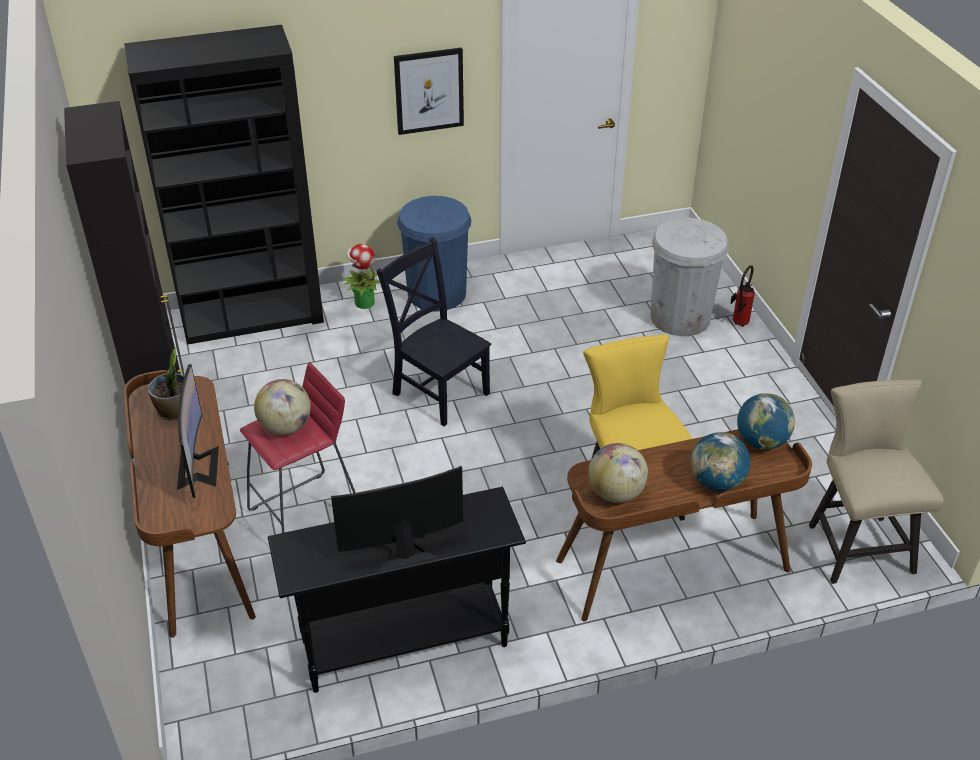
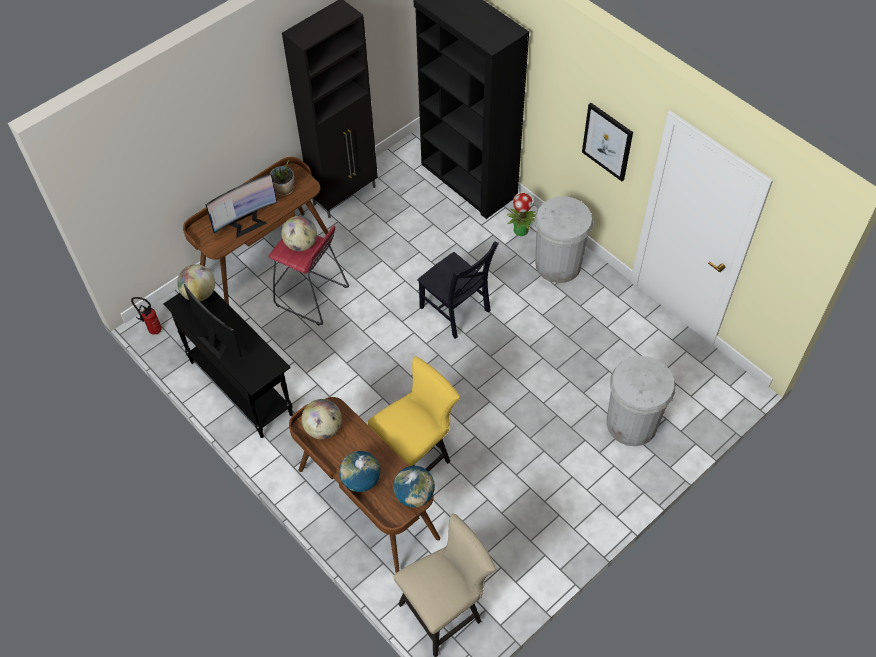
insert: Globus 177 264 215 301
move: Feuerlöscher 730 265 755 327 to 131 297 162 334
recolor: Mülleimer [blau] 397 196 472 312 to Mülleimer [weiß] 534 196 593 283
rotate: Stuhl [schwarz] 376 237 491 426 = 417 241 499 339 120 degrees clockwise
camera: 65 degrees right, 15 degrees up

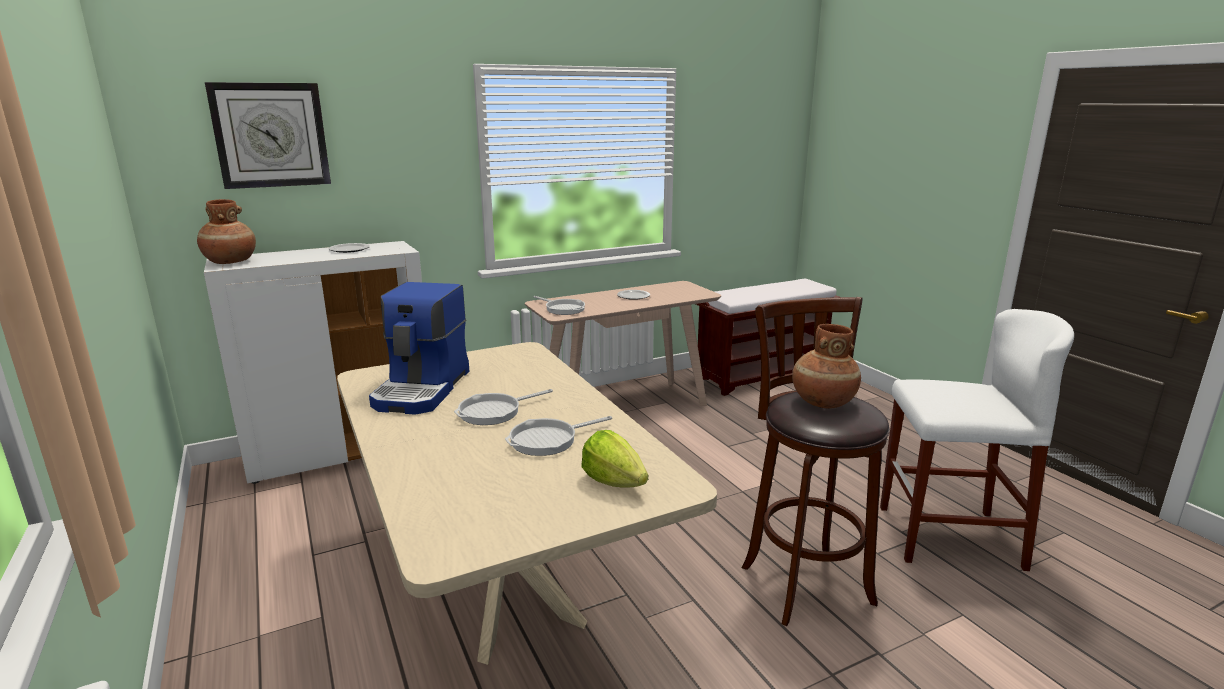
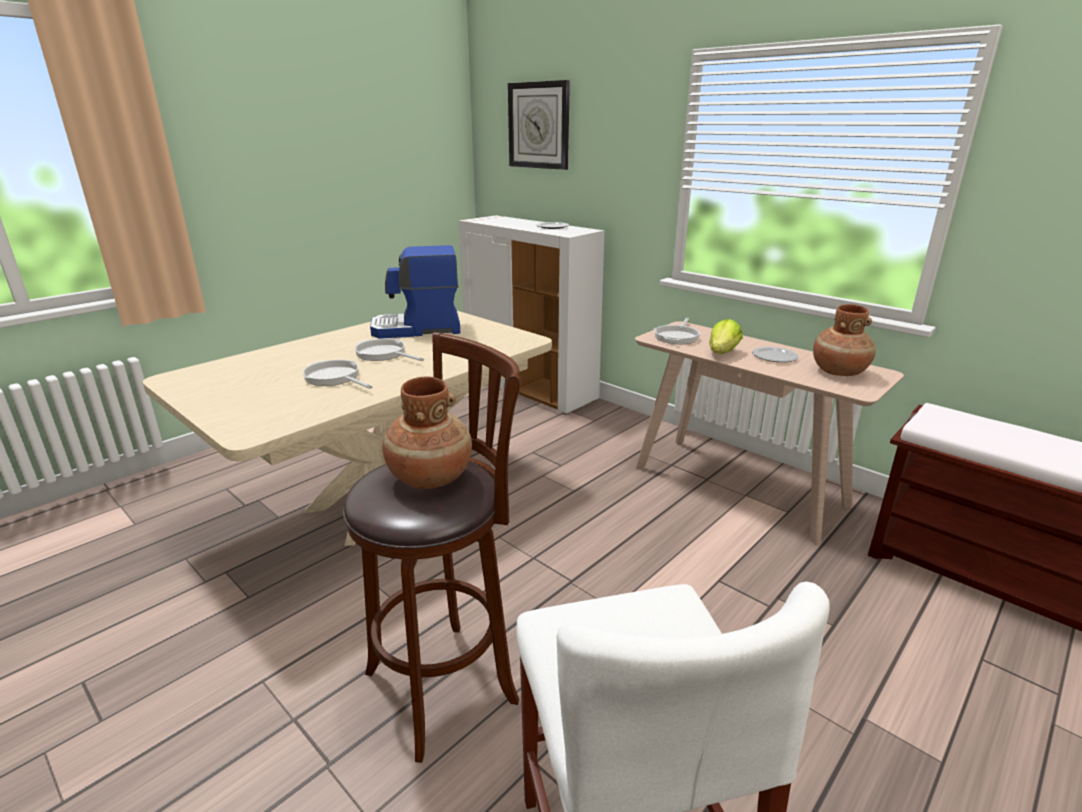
move: Vase [braun] 197 199 256 264 to 813 304 876 376; Salatkopf 581 430 648 488 to 709 319 743 354
camera: 70 degrees right, 5 degrees up

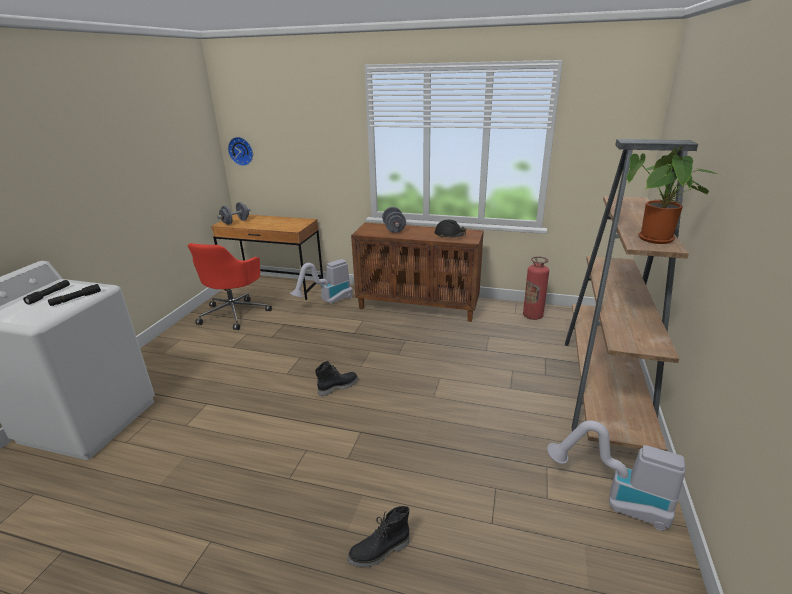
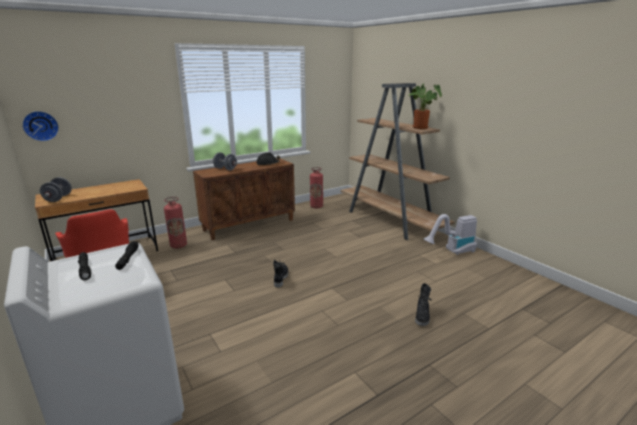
replace: Staubsauger 290 259 353 304 to Feuerlöscher 164 197 187 249
camera: 50 degrees left, 5 degrees down

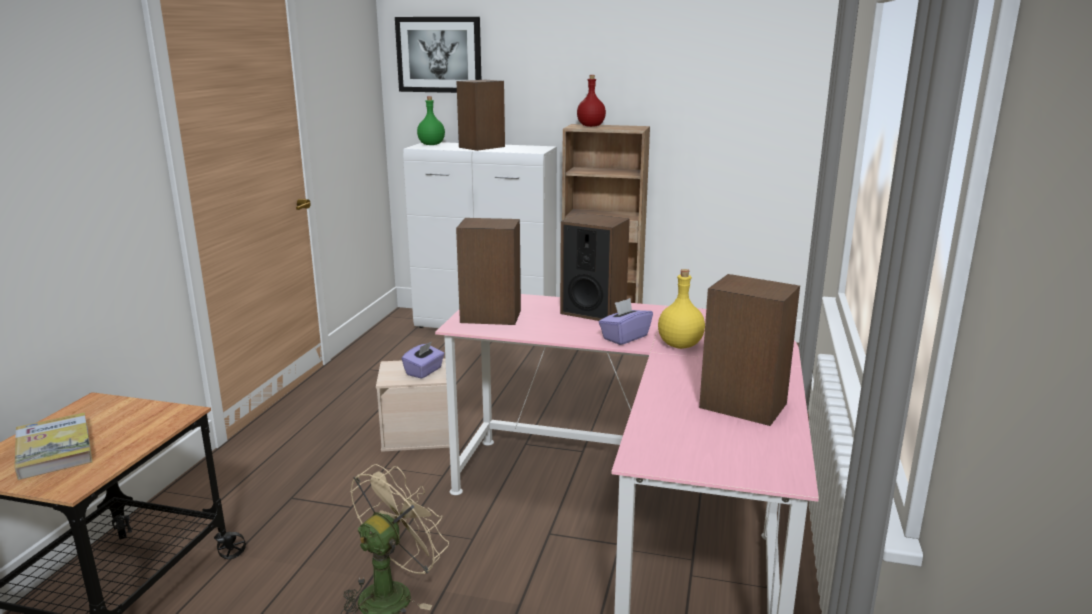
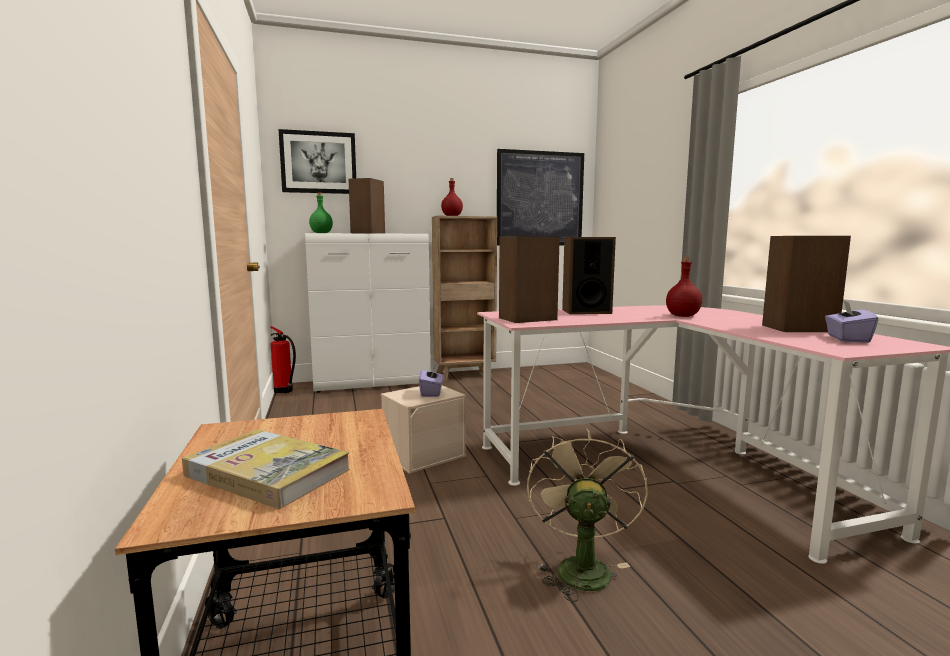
insert: Bild 497 149 584 246; Feuerlöscher 270 326 296 393
move: Taschentuchbox [lila] 599 298 653 345 to 825 300 878 343
recolor: Flasche [gelb] 658 269 705 349 to Flasche [rot] 666 257 702 317
camera: 30 degrees left, 10 degrees down

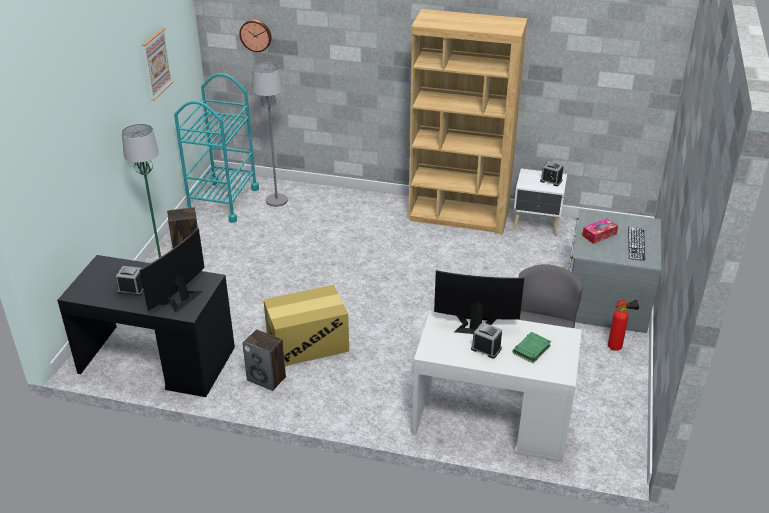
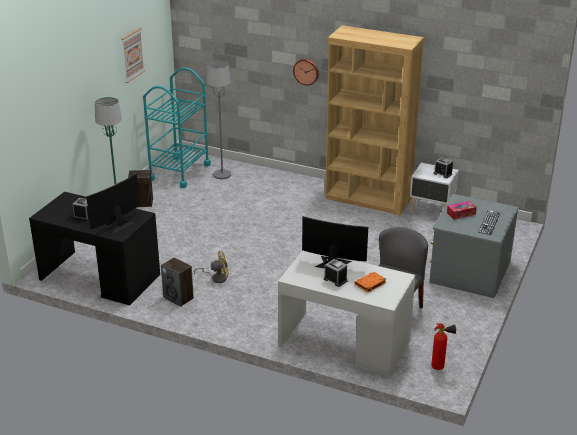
move: Wanduhr 239 20 272 52 to 293 59 319 85; Feuerlöscher 608 300 639 351 to 431 323 456 370
replace: Karton 263 285 349 366 to Ventilator [gelb] 194 251 229 283
recolor: Buch [grün] 512 332 551 363 to Buch [orange] 354 272 386 293
camera: 10 degrees right, 5 degrees down

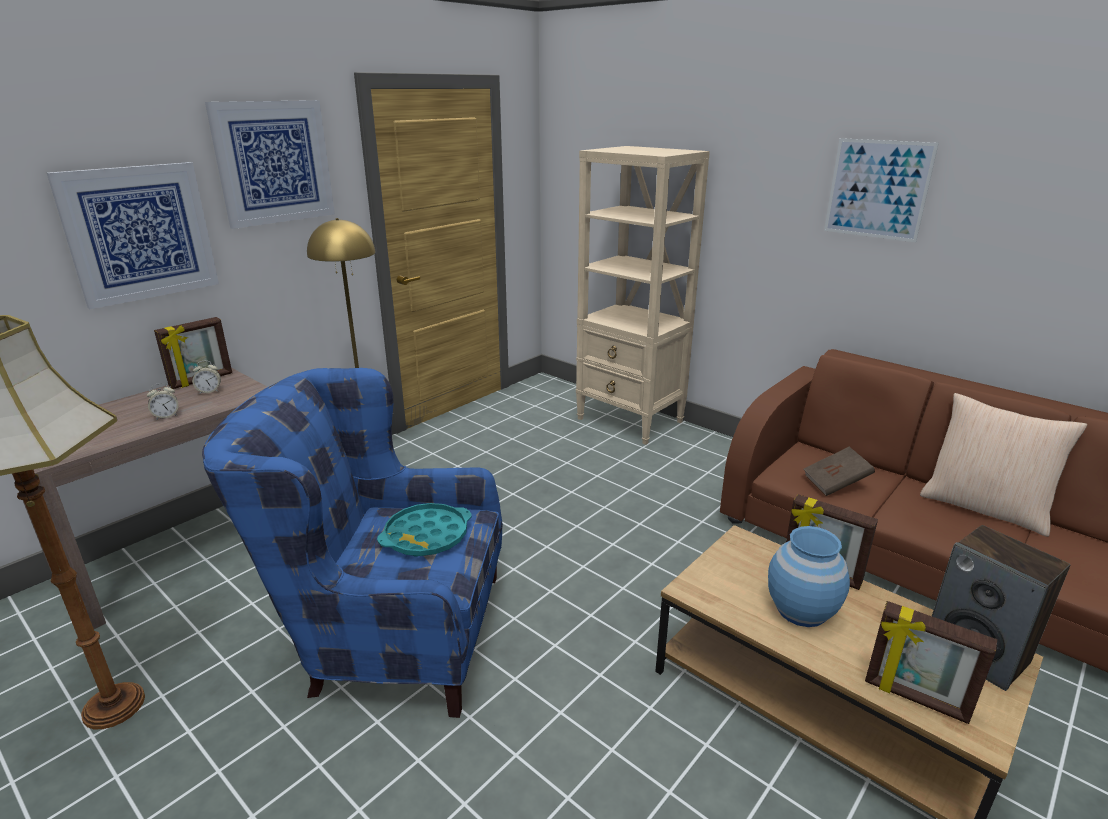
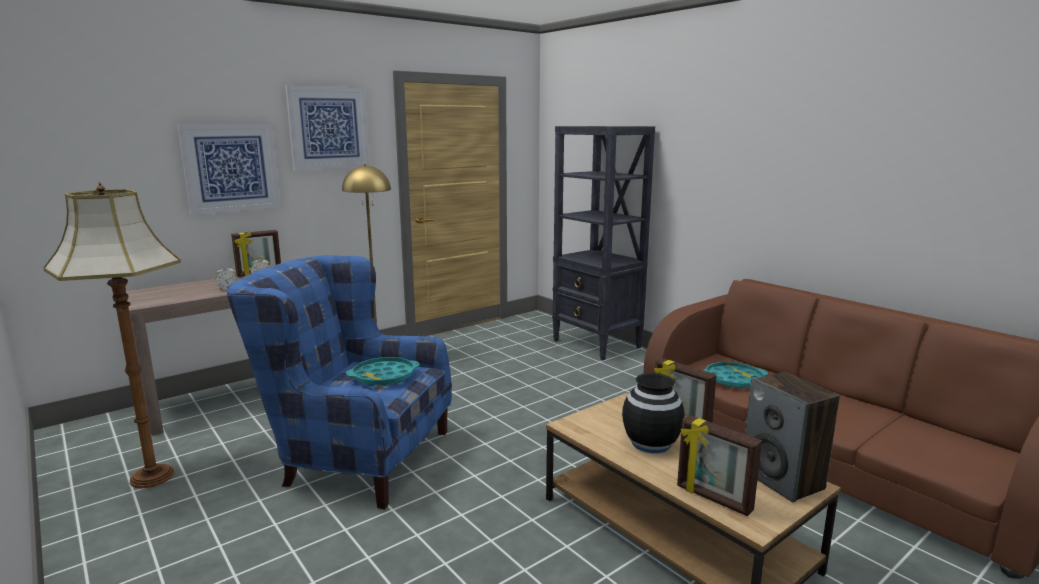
delete: Bild 824 138 939 242; Kissen [beige] 920 393 1087 537
replace: Buch [braun] 804 447 875 496 to Tablett [türkis] 703 362 768 388
recolor: Bücherregal [beige] 576 146 710 445 to Bücherregal [schwarz] 552 126 655 360; Vase [blau] 768 526 850 627 to Vase [schwarz] 622 373 685 453
camera: 10 degrees right, 10 degrees down

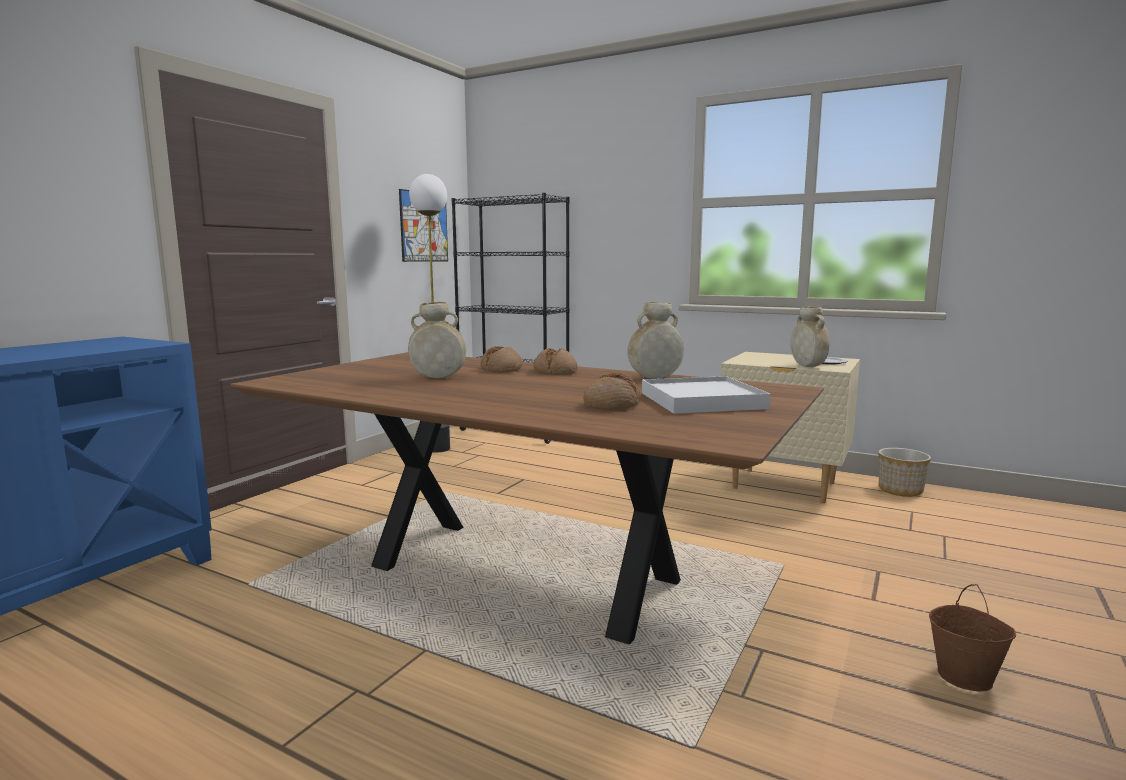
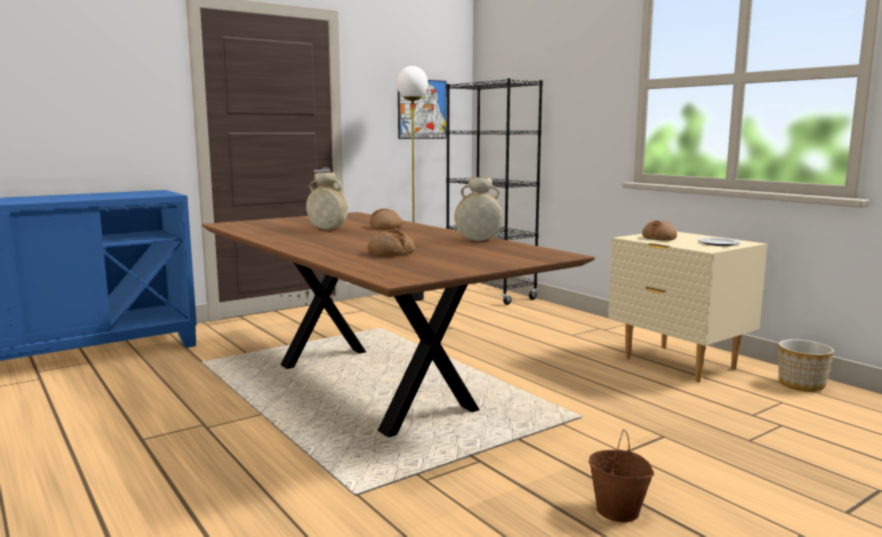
delete: Vase [beige] 790 307 829 367; Tablett [weiß] 642 376 771 414
move: Brot 533 348 578 375 to 642 220 677 241
camera: 25 degrees right, 0 degrees up

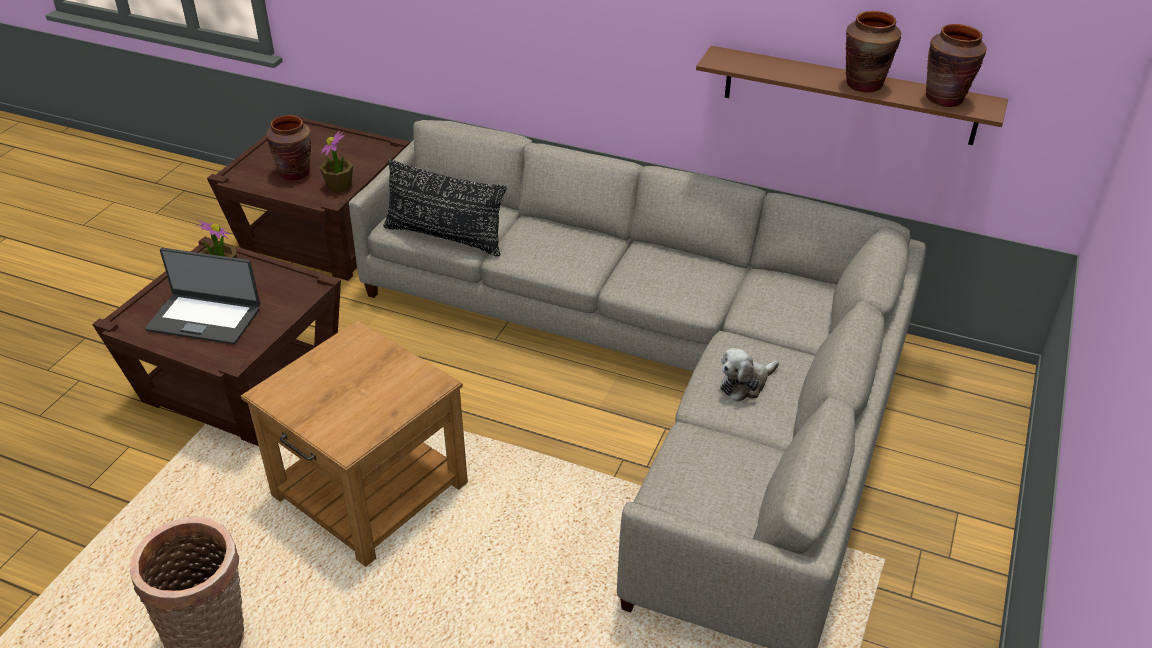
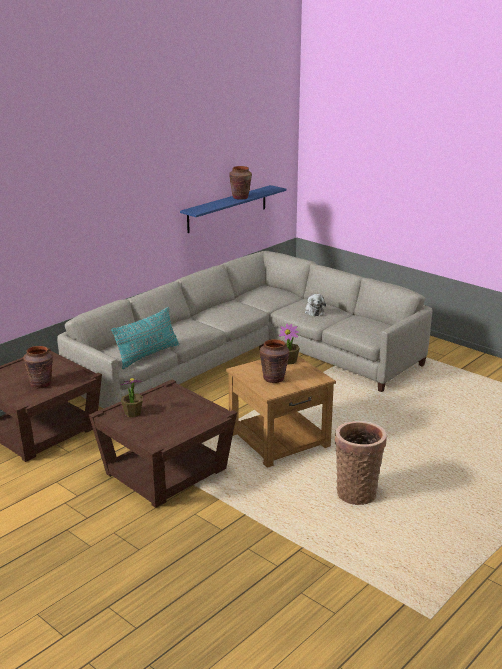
delete: Laptop 145 248 260 344
move: Vase [braun] 926 24 987 107 to 259 339 289 383; Topfpflanze 320 131 353 193 to 279 323 300 365
recolor: Wandregal [braun] 696 46 1008 145 to Wandregal [blau] 180 185 286 233; Kissen [schwarz] 383 159 507 257 to Kissen [türkis] 111 307 180 369
camera: 70 degrees left, 15 degrees down

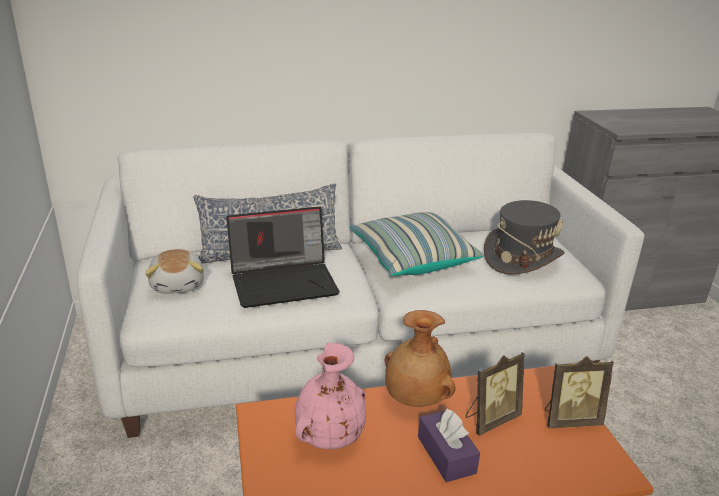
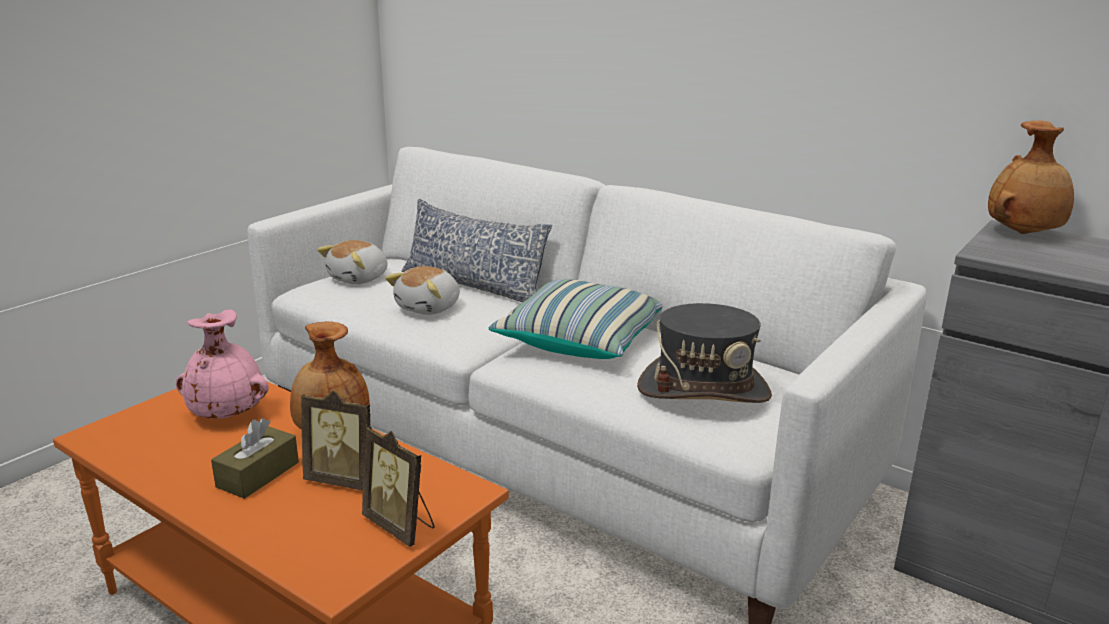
insert: Vase [braun] 988 120 1074 234
replace: Laptop 226 207 340 308 to Plüschtier 385 266 460 315
recolor: Taschentuchbox [lila] 418 408 480 482 to Taschentuchbox [braun] 211 418 299 499
camera: 50 degrees right, 5 degrees down

